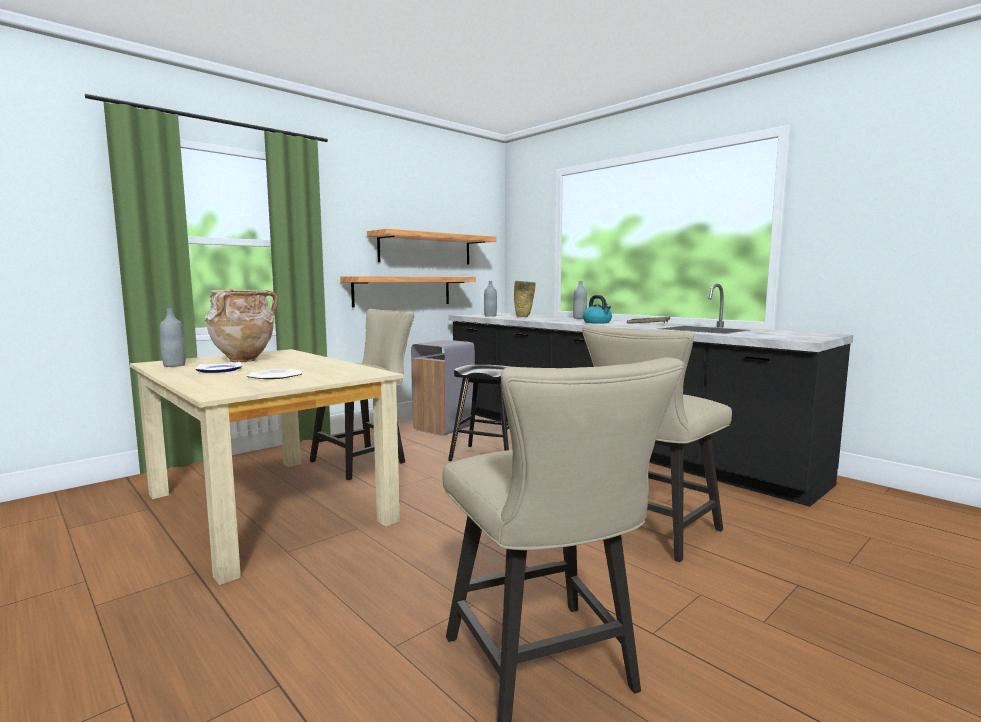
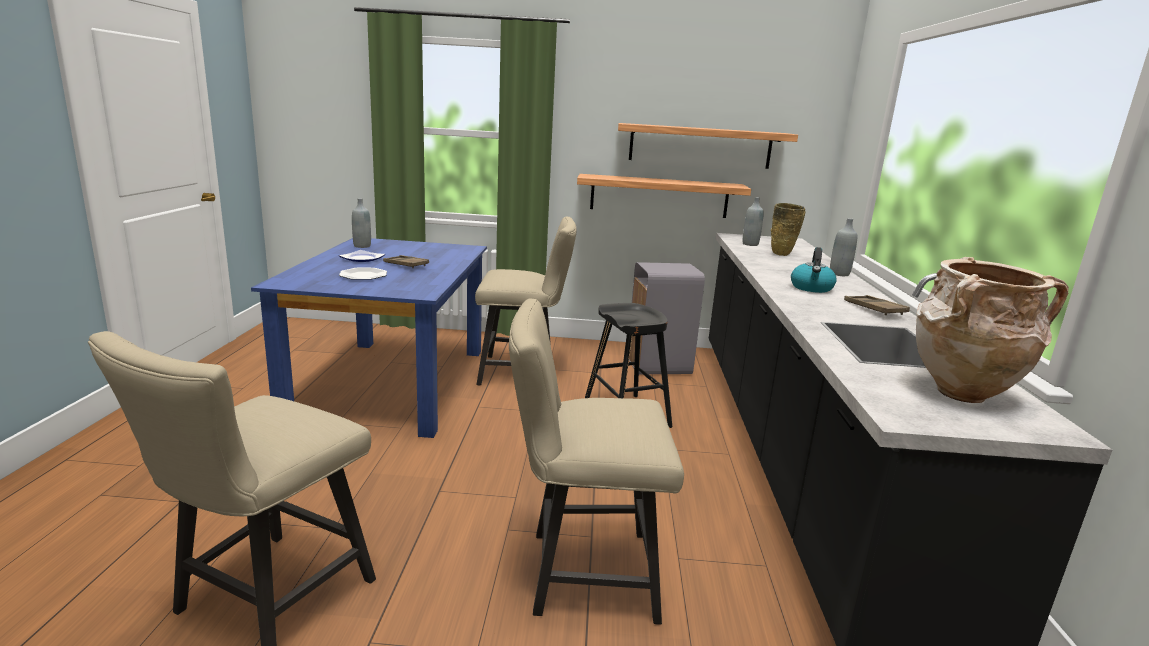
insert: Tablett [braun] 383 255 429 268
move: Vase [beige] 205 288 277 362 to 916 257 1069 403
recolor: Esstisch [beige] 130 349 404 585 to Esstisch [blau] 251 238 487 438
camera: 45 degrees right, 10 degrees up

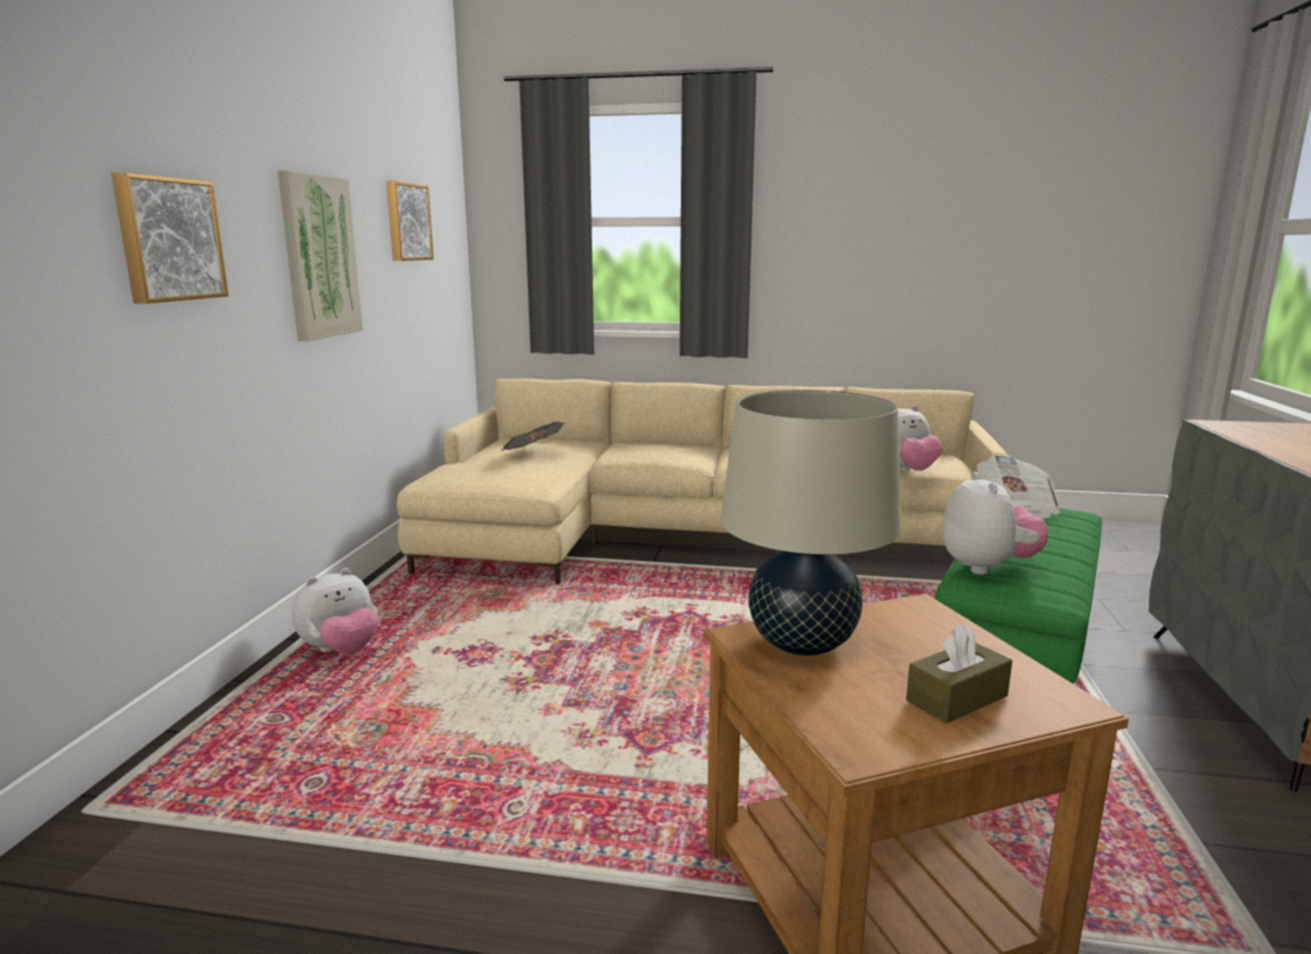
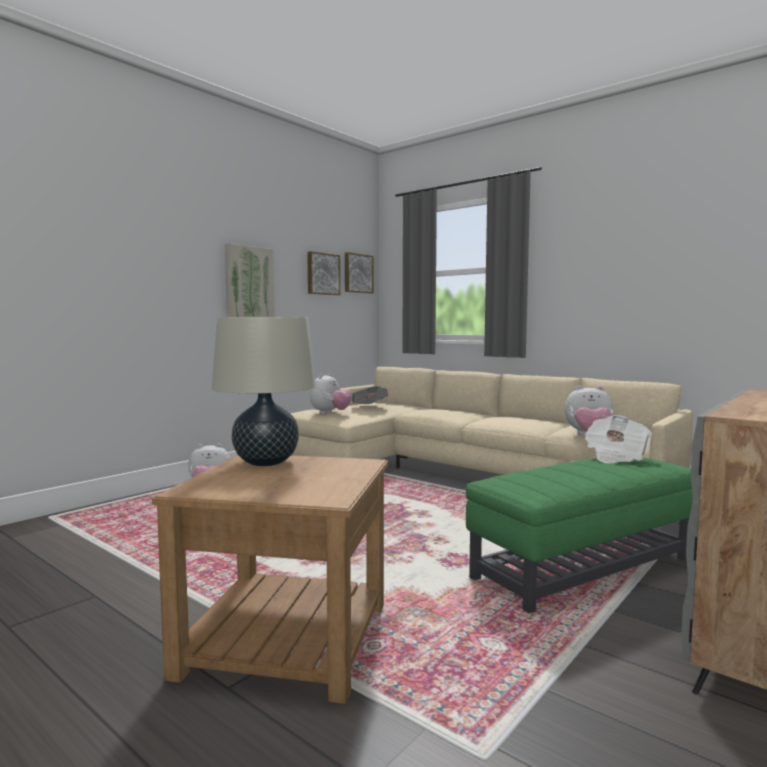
delete: Taschentuchbox [braun] 906 623 1012 724
move: Bild 112 173 229 304 to 345 252 374 294; Plüschtier 943 472 1048 575 to 310 373 352 414
camera: 30 degrees right, 10 degrees down

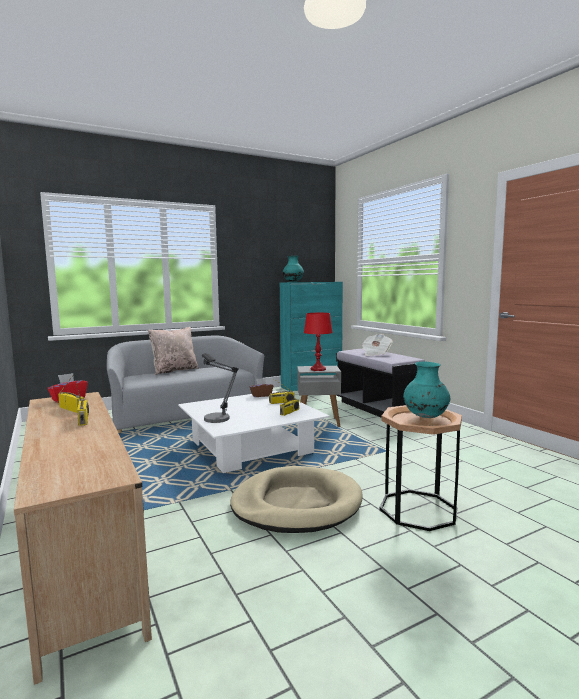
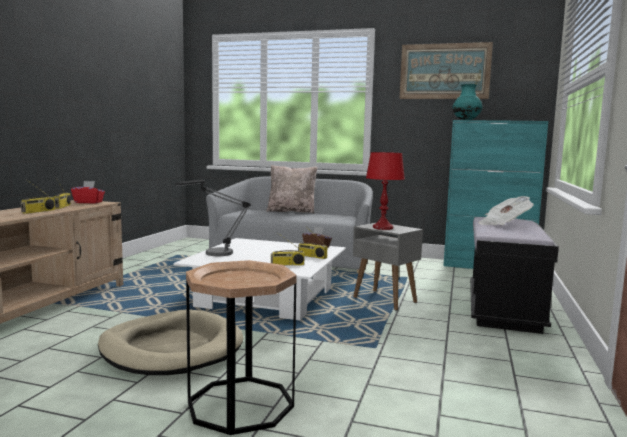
delete: Vase [türkis] 403 362 450 418
insert: Bild 400 42 493 99
camera: 45 degrees right, 0 degrees up

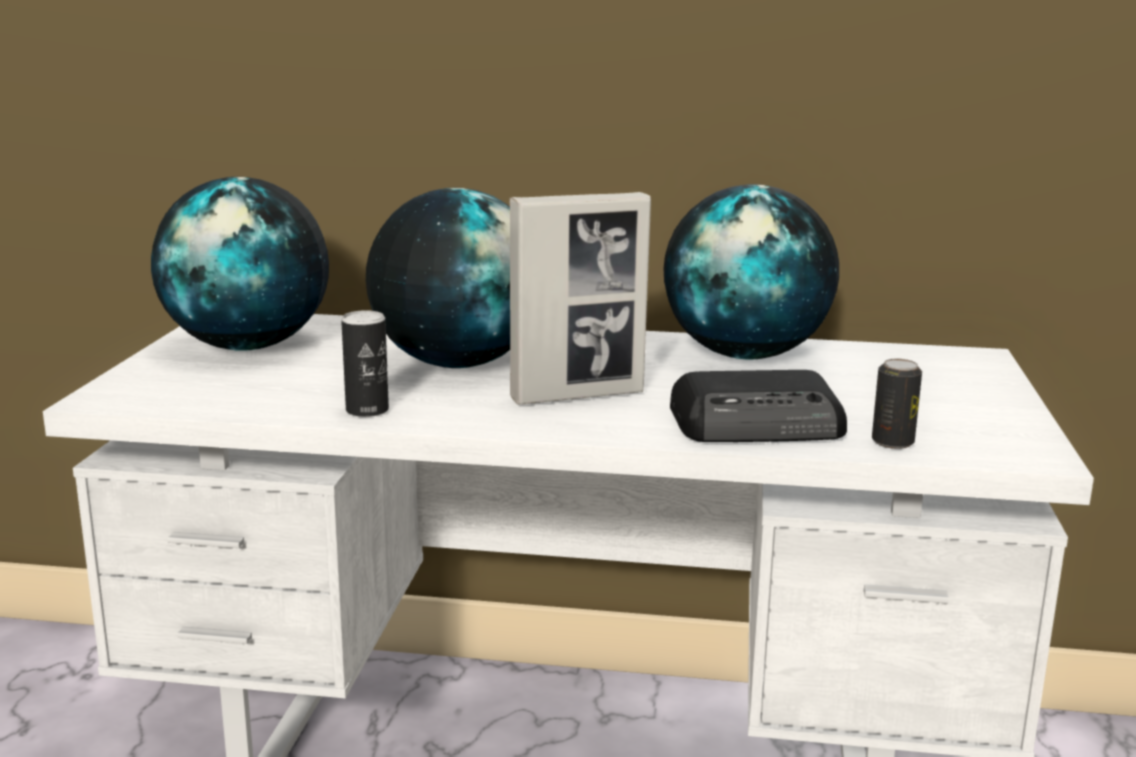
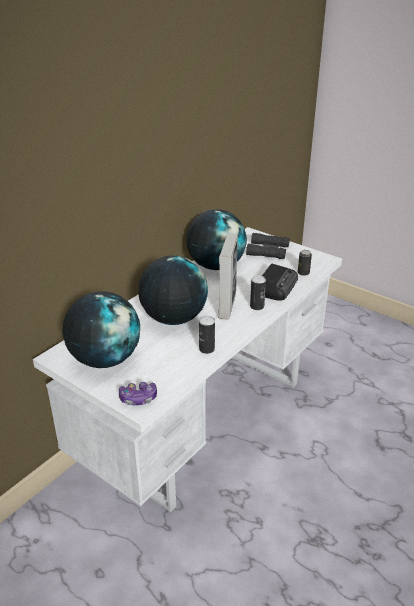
insert: Fernglas [schwarz] 246 233 290 259; Dose 250 275 266 310; Gamepad 119 382 157 405
camera: 60 degrees left, 15 degrees up

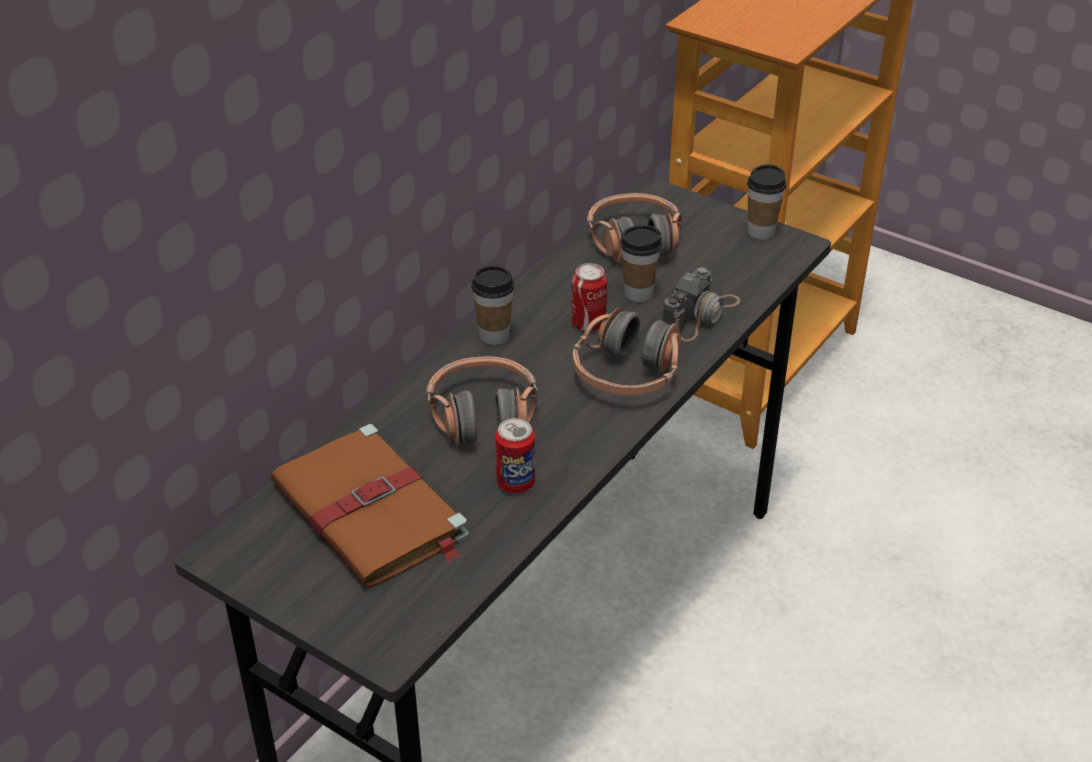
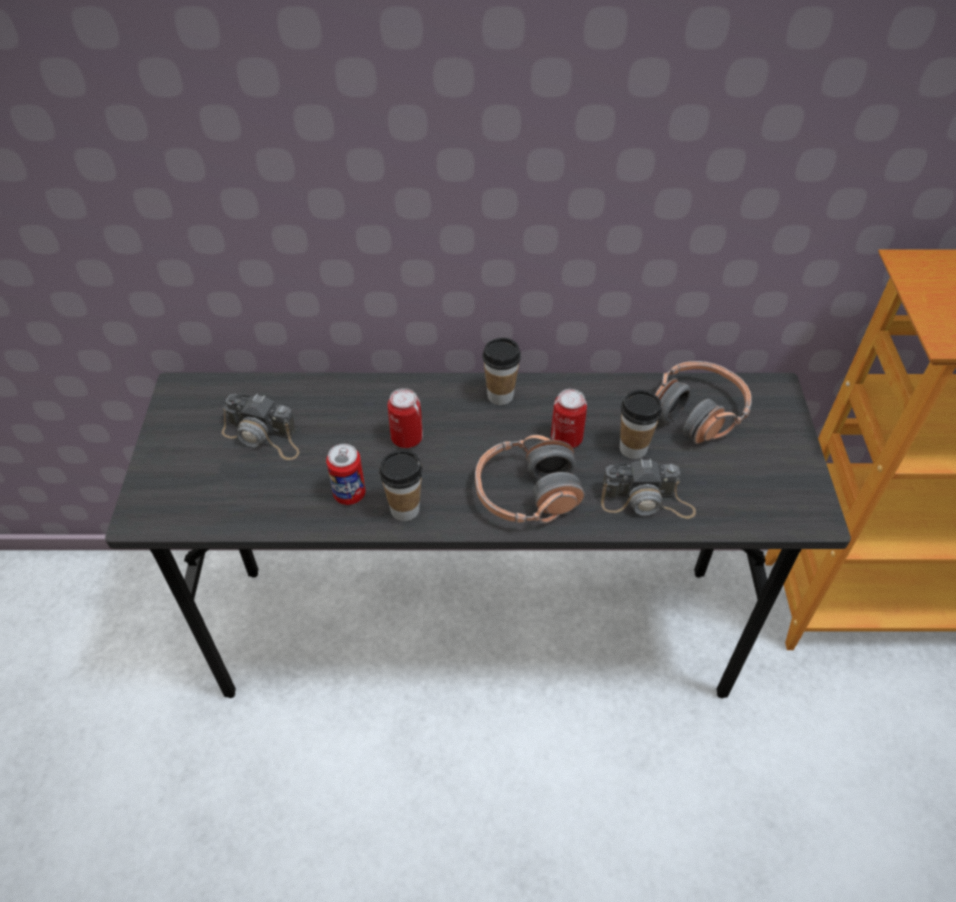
move: Tasse 747 164 786 240 to 379 450 423 521
replace: Kopfhörer 426 356 538 446 to Dose 387 388 423 448; Buch [braun] 270 424 469 588 to Kamera 222 393 300 460
camera: 55 degrees right, 10 degrees up

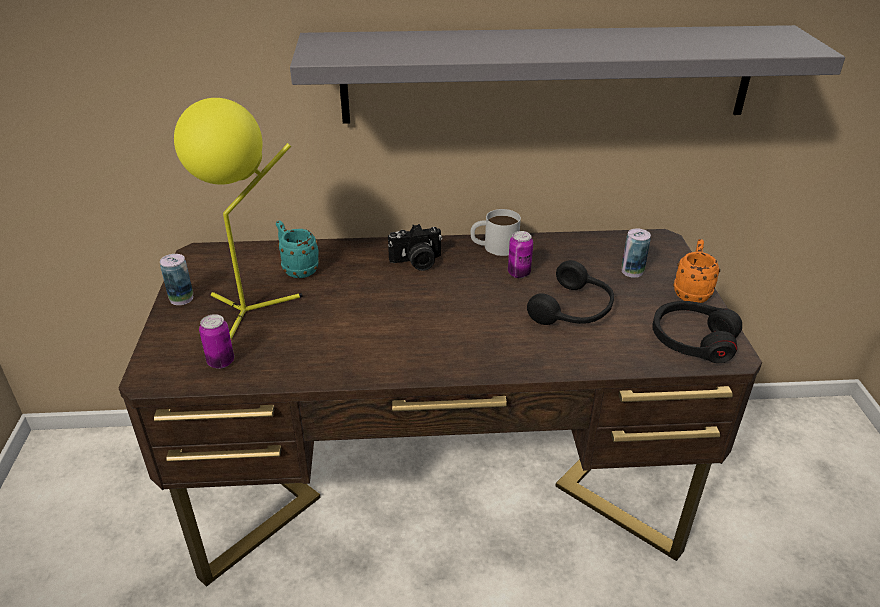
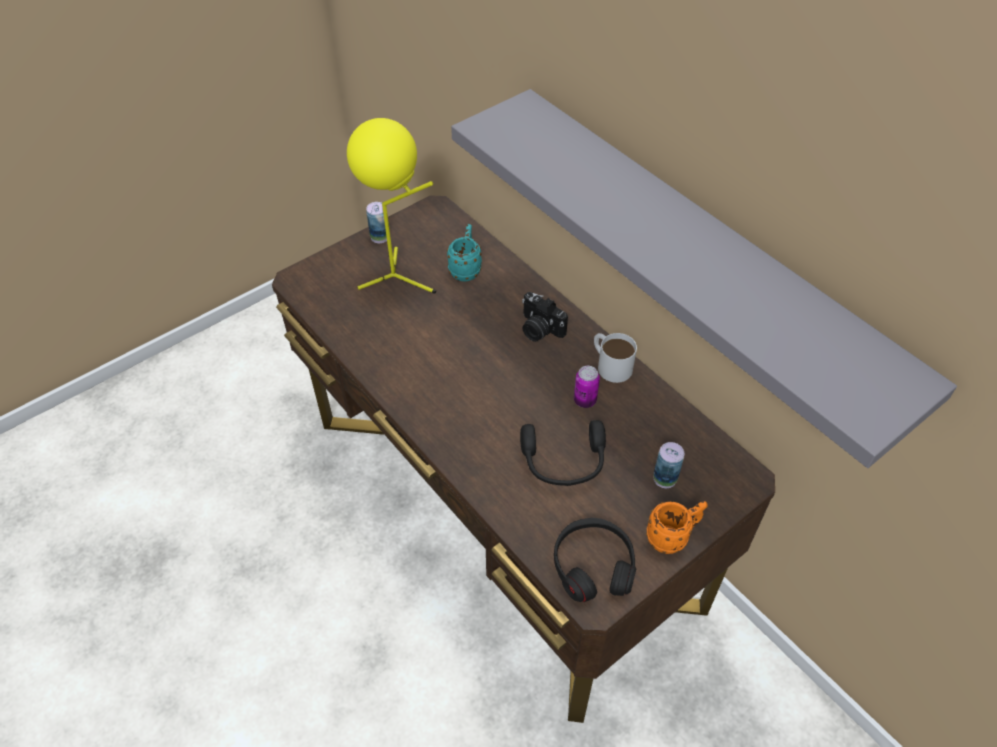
delete: Dose 199 314 234 369
camera: 55 degrees right, 15 degrees up

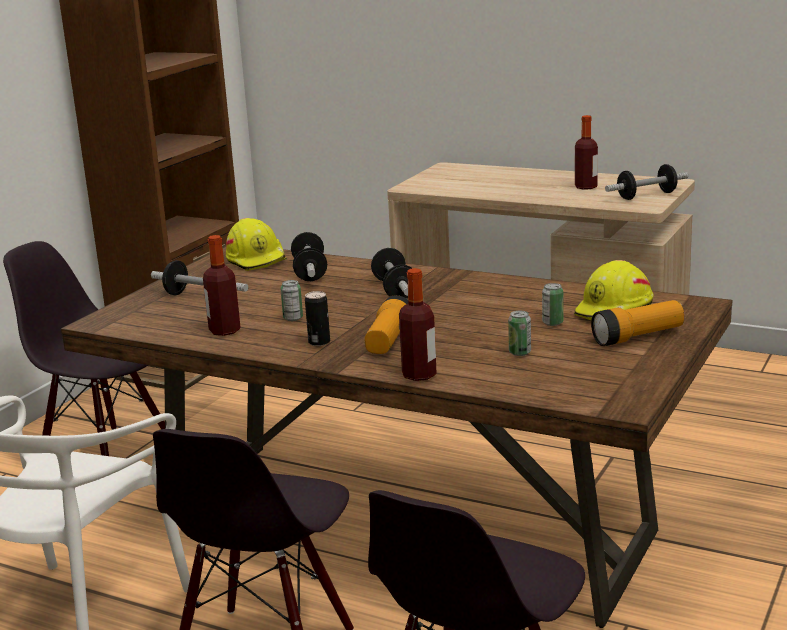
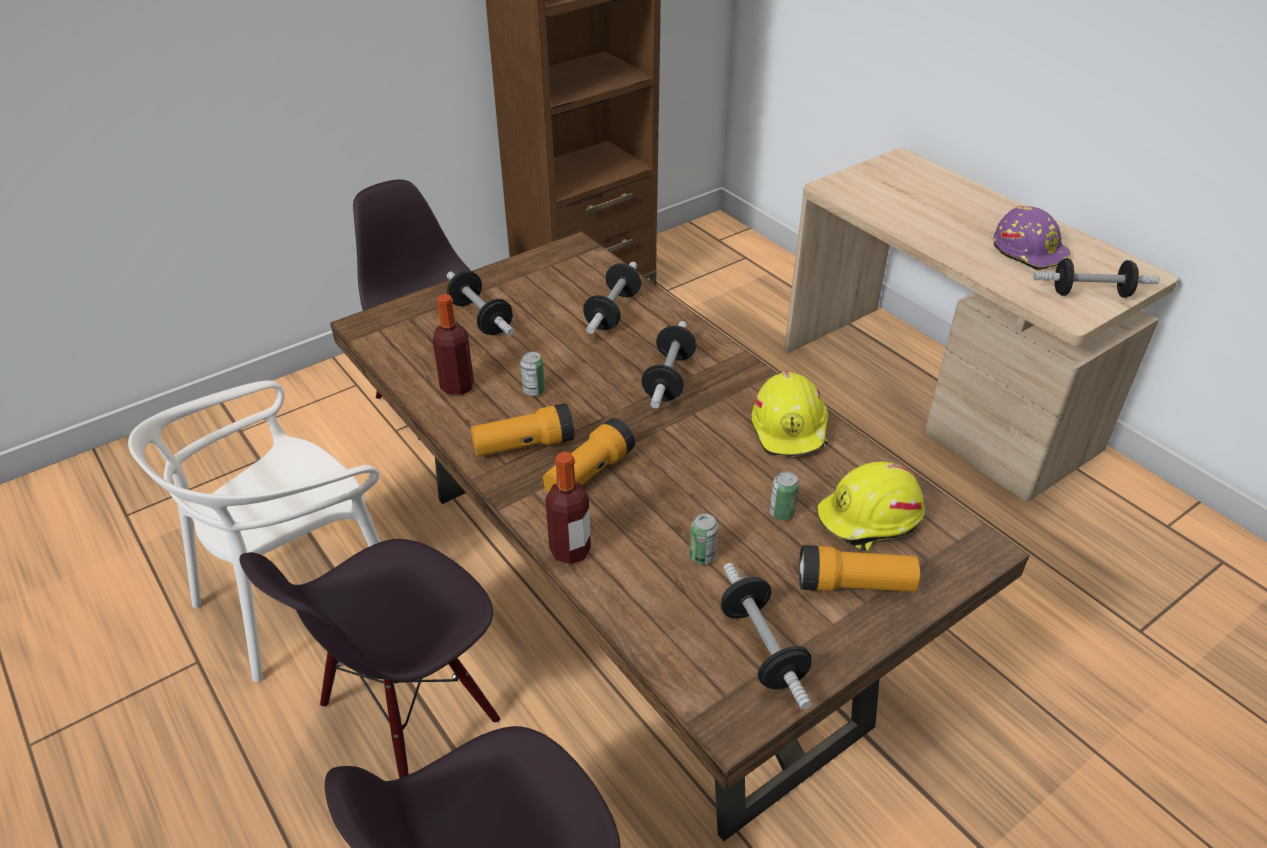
insert: Hantel 721 563 812 710
move: Schutzhelm [gelb] 226 218 287 271 to 751 371 828 457
replace: Flasche 575 115 598 190 to Schutzhelm [lila] 994 206 1071 271; Dose 305 291 330 346 to Taschenlampe 471 403 575 457
camera: 25 degrees right, 20 degrees up

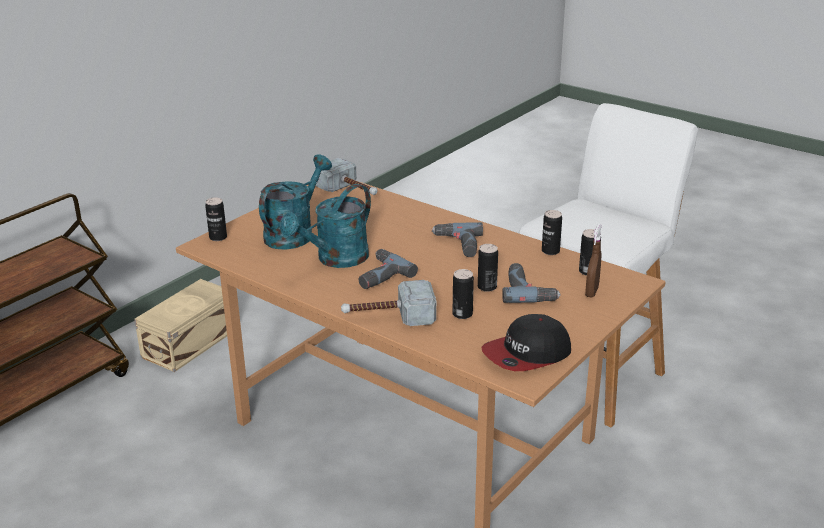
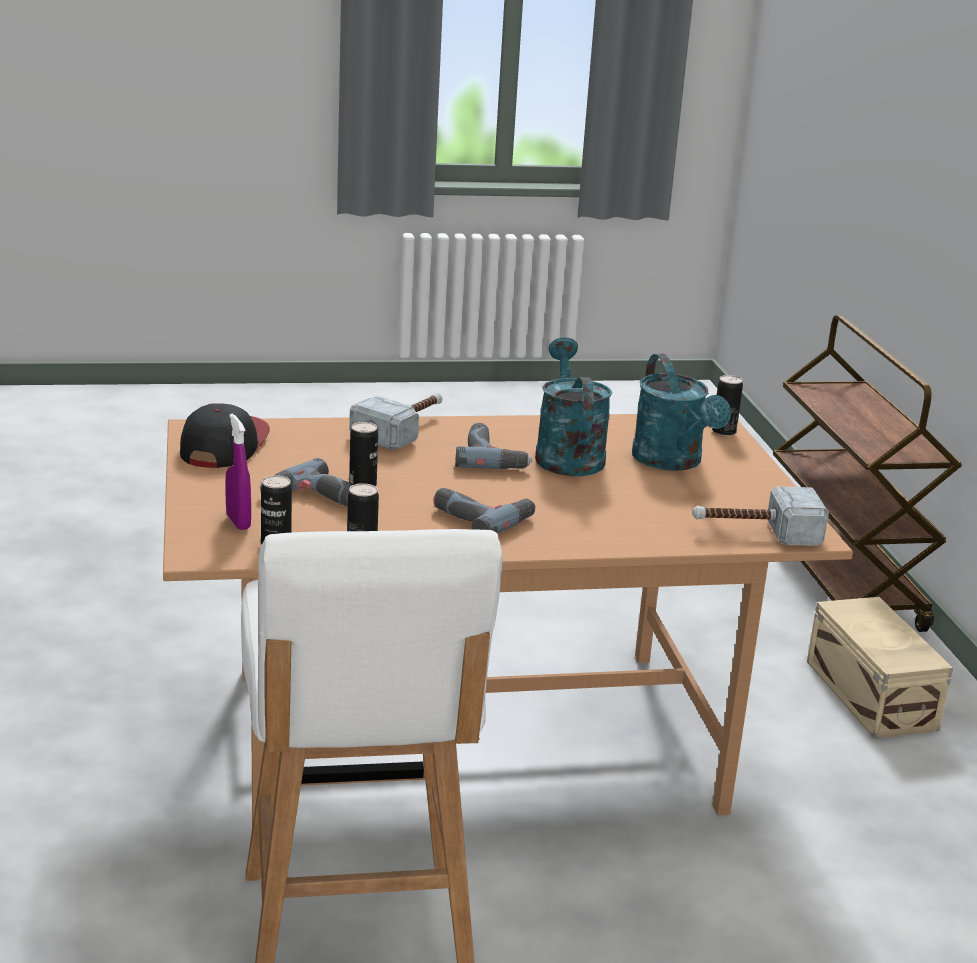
delete: Dose 453 269 474 319
recolor: Sprühflasche [braun] 585 224 602 298 to Sprühflasche [lila] 225 414 251 530
camera: 130 degrees right, 5 degrees down

